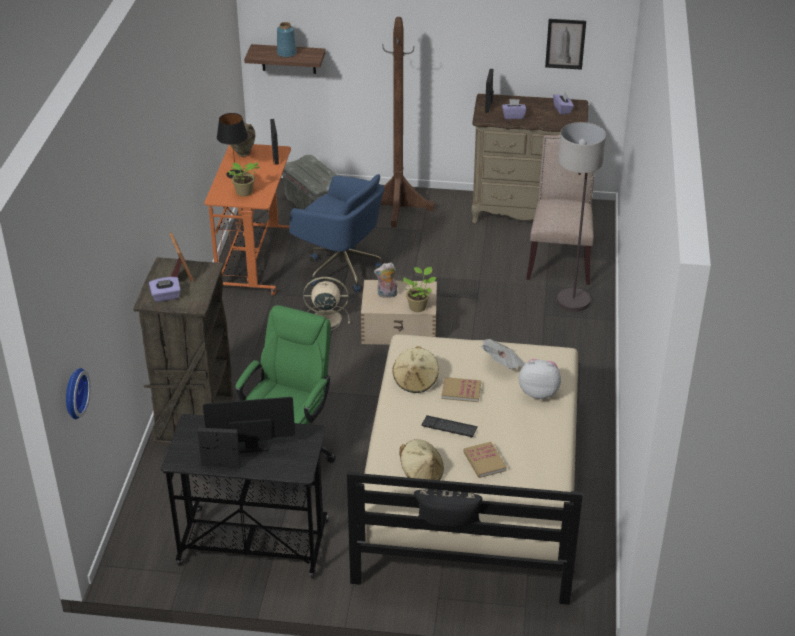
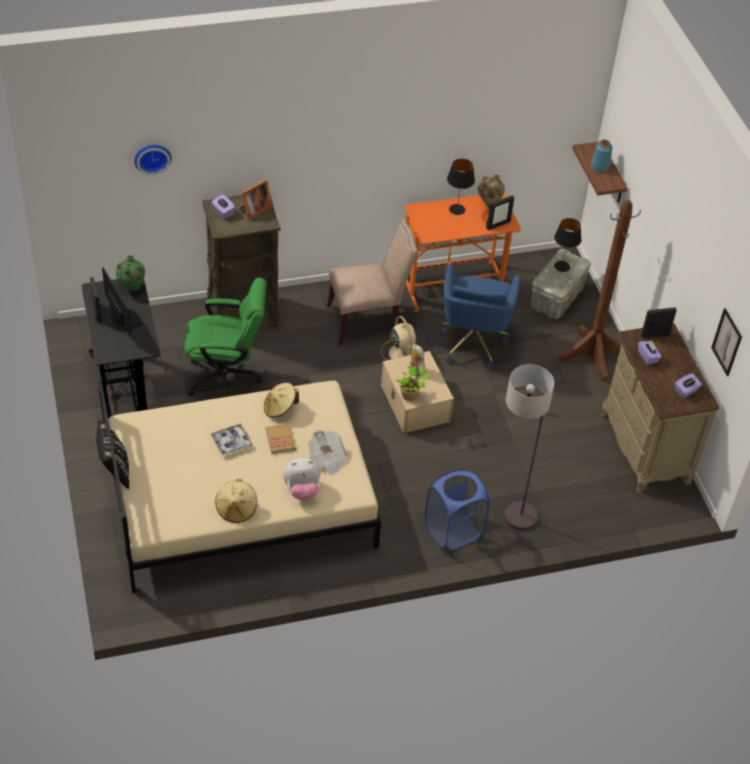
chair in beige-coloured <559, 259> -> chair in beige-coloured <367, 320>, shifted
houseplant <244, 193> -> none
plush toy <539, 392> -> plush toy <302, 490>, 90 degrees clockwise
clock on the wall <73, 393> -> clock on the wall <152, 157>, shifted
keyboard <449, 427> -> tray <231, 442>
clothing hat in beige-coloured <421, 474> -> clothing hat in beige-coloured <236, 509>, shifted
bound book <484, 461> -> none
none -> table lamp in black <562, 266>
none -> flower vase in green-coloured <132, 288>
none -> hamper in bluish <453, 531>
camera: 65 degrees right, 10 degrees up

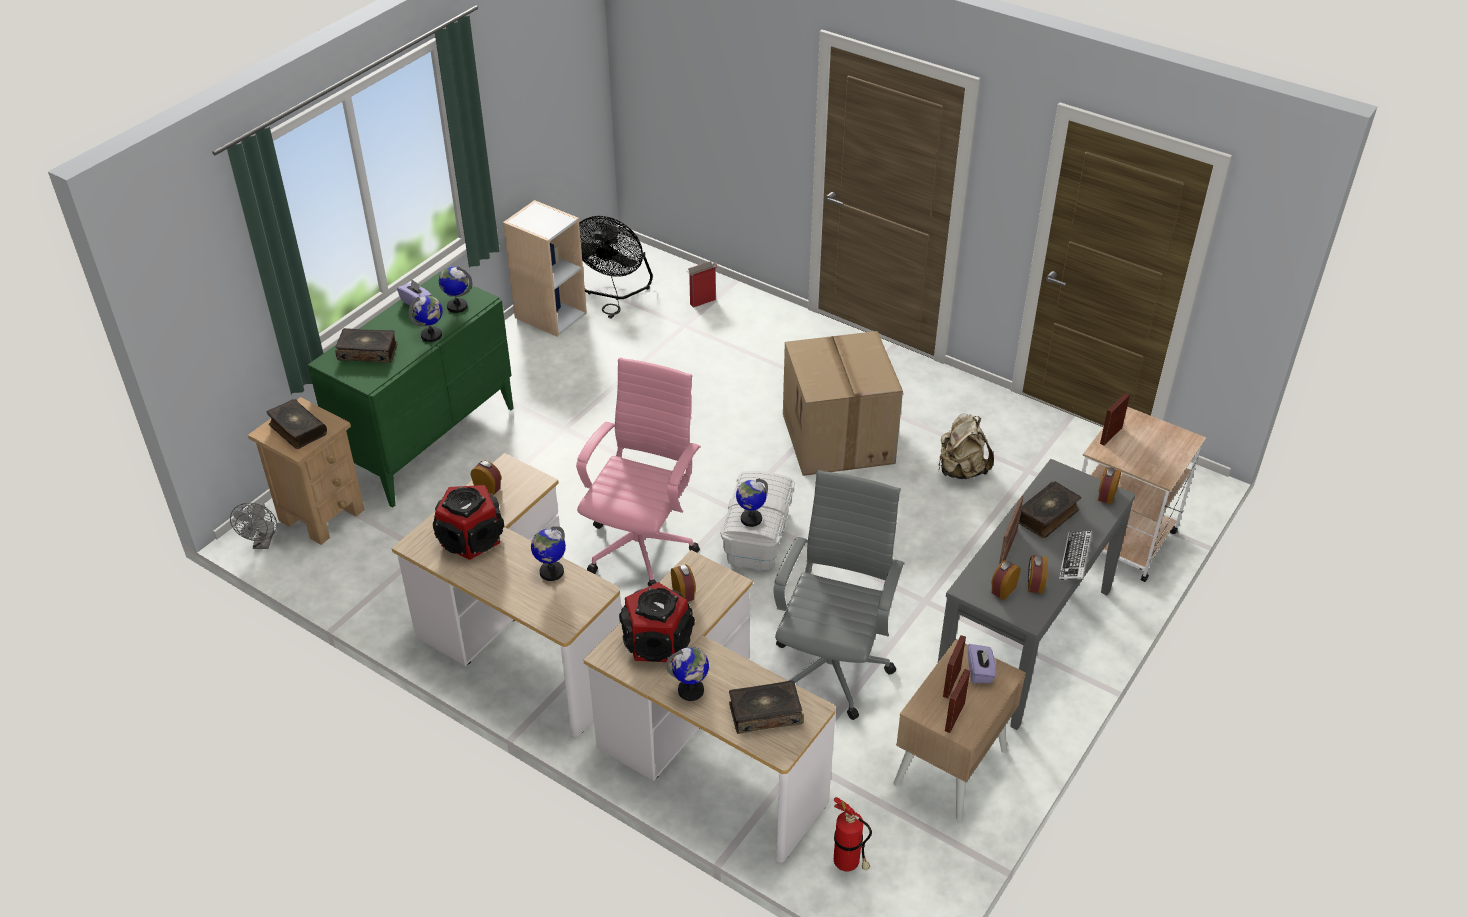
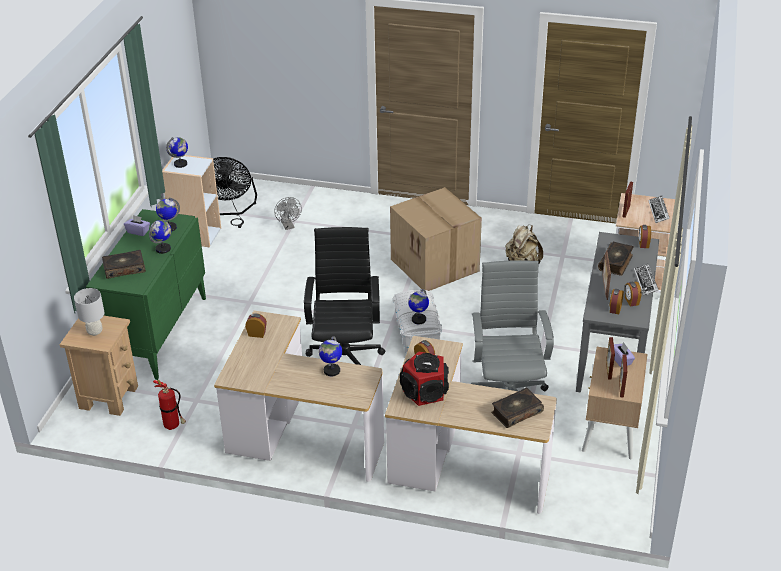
cardboard box <702, 302> -> none
desk chair in pink <642, 545> -> desk chair in black <345, 359>
bound book <297, 429> -> table lamp in grey <94, 332>
speaker <472, 538> -> none
cooling fan in grey <263, 543> -> cooling fan in grey <288, 226>, shifted
world globe <691, 691> -> world globe <180, 164>, shifted
fire-fighting cylinder <849, 864> -> fire-fighting cylinder <173, 426>, shifted
none -> keyboard <658, 212>
camera: 20 degrees left, 5 degrees down

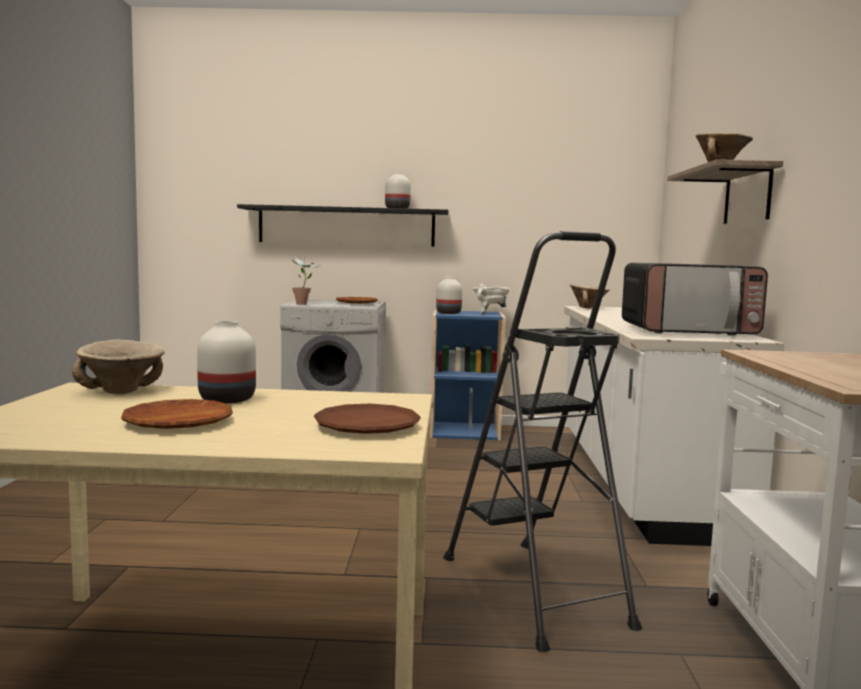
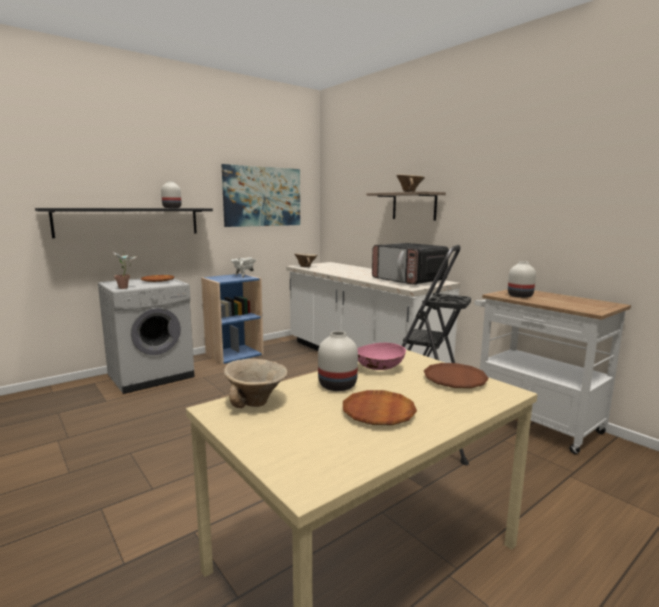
microwave <688, 331> -> microwave <409, 280>, 90 degrees clockwise
flower vase in white-coloured <448, 313> -> flower vase in white-coloured <519, 296>, shifted
none -> wall picture <262, 196>
none -> serving bowl in pink <379, 368>
camera: 40 degrees left, 5 degrees up

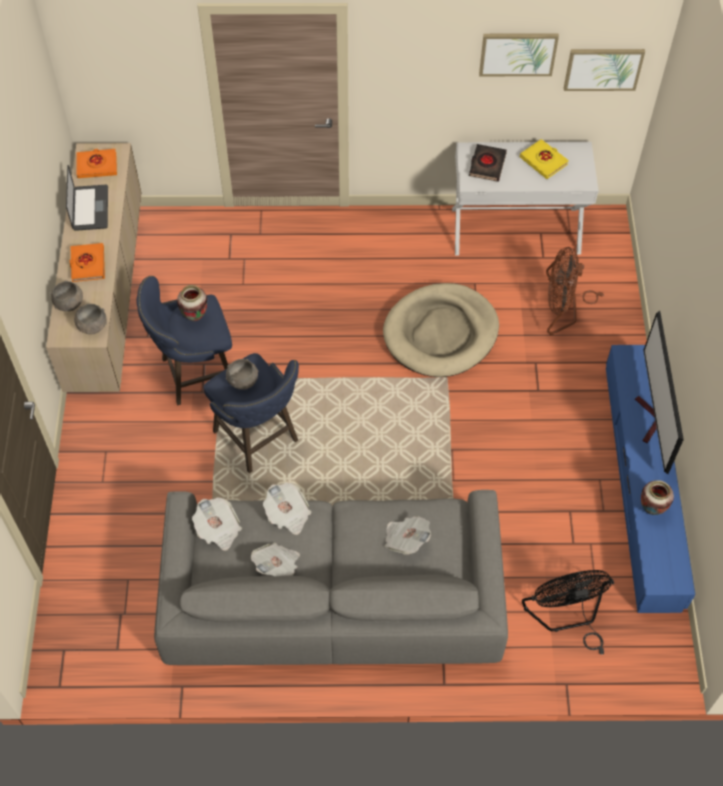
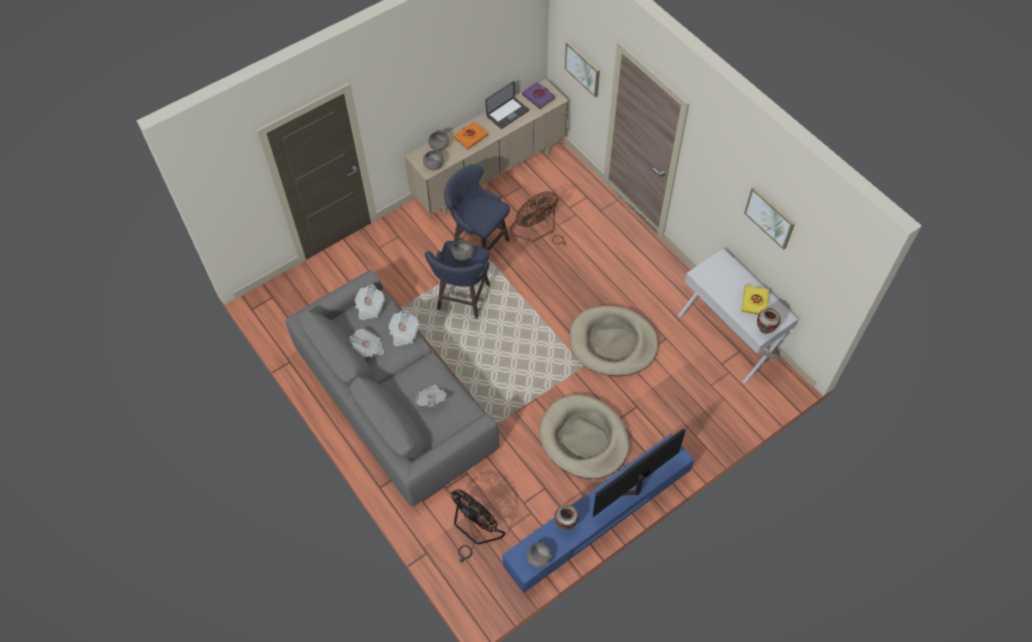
wall picture <603, 68> -> wall picture <583, 68>, shifted
bound book in black <487, 165> -> none
bound book in orange-coloured <97, 166> -> bound book in purplish <538, 97>
cooling fan in brown-coloured <564, 305> -> cooling fan in brown-coloured <541, 230>, shifted
flower vase <195, 317> -> flower vase <764, 330>, shifted
none -> pet bed in beige-coloured <584, 439>
none -> serving bowl in grey <539, 558>
camera: 55 degrees right, 0 degrees up

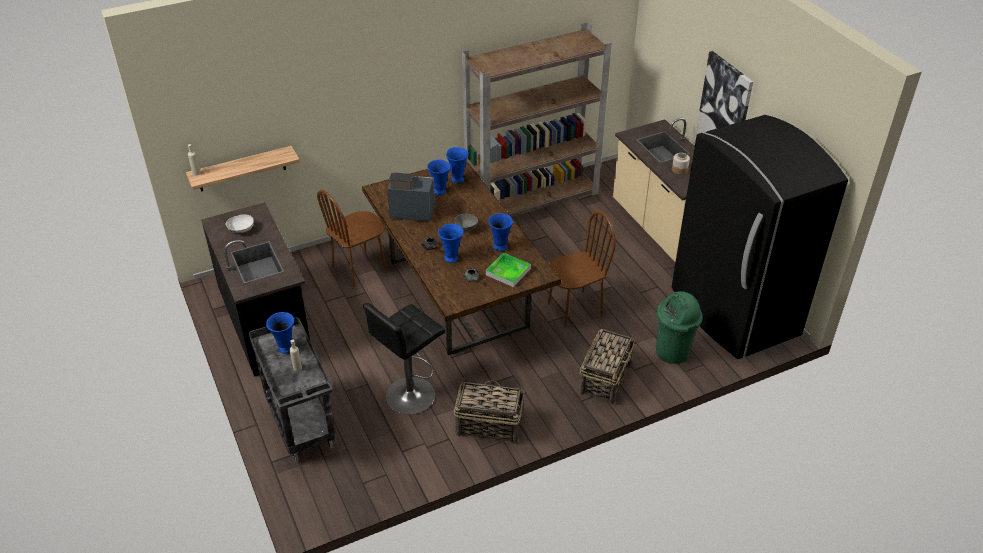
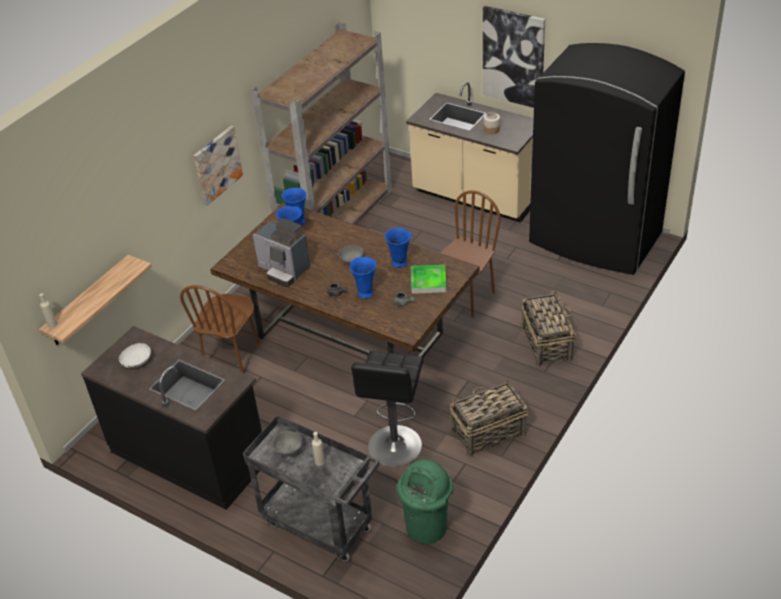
coffee brewer <411, 212> -> coffee brewer <284, 270>, 120 degrees counterclockwise
rubbish bin in green-coloured <672, 352> -> rubbish bin in green-coloured <427, 528>, shifted
flower vase in bluish <285, 348> -> serving bowl in grey <289, 451>
none -> wall picture <217, 165>
camera: 30 degrees left, 0 degrees up

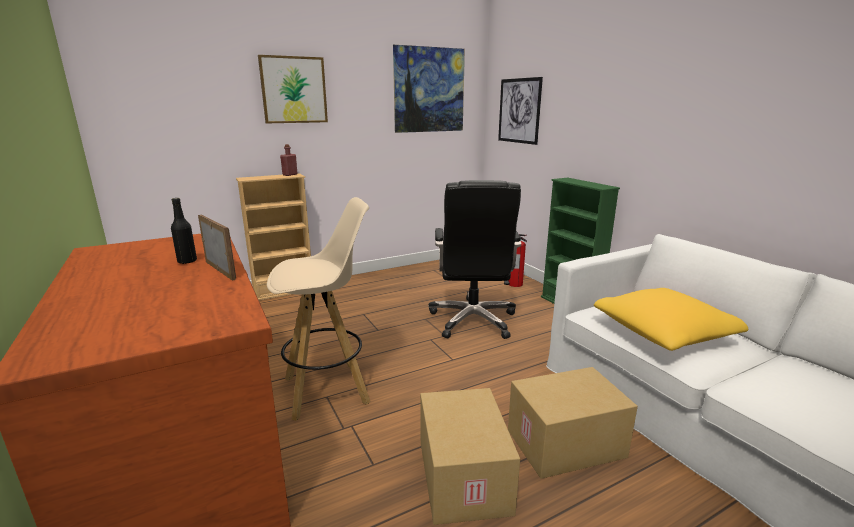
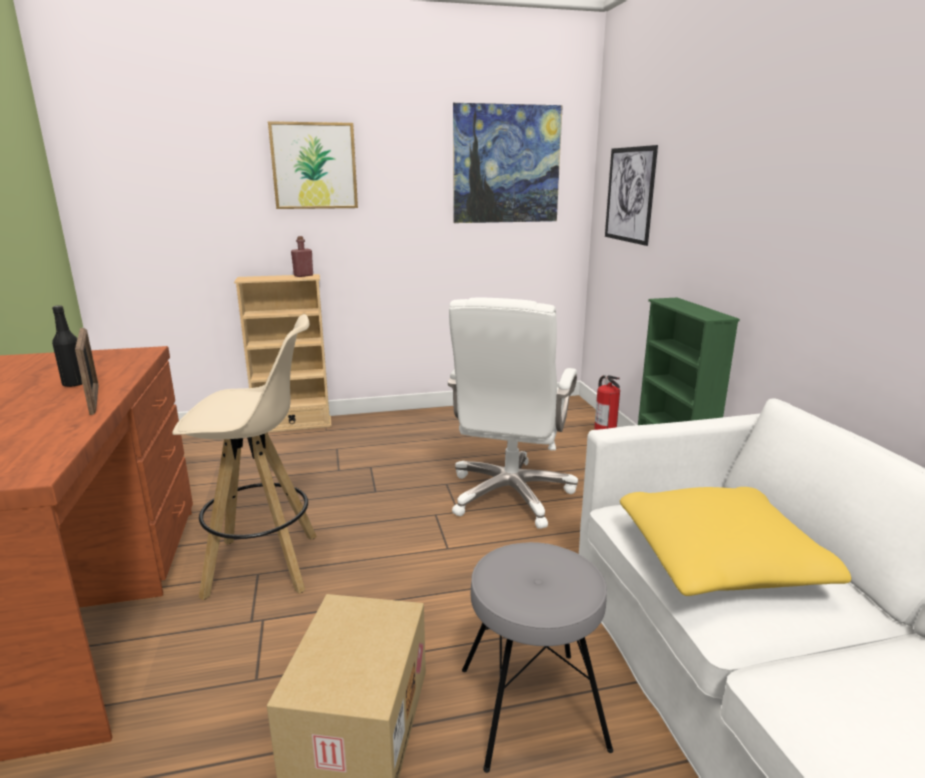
desk chair in black <472, 320> -> desk chair in white-coloured <510, 494>
cardboard box <565, 444> -> stool seat in grey <531, 707>
camera: 15 degrees right, 0 degrees up

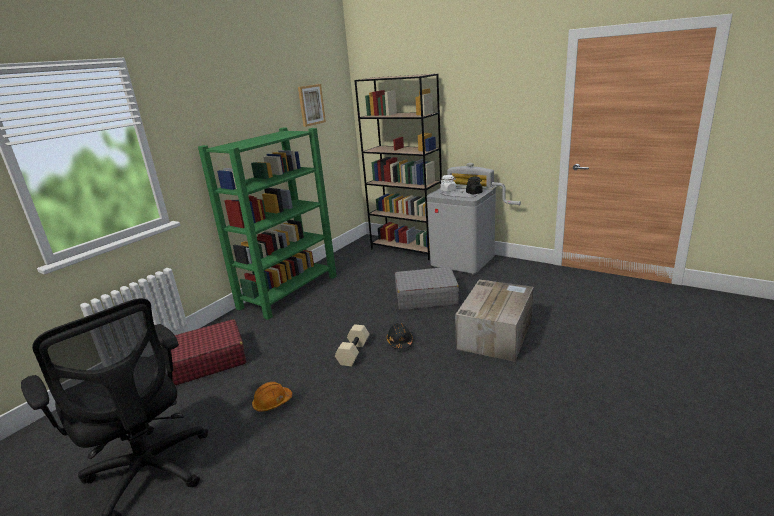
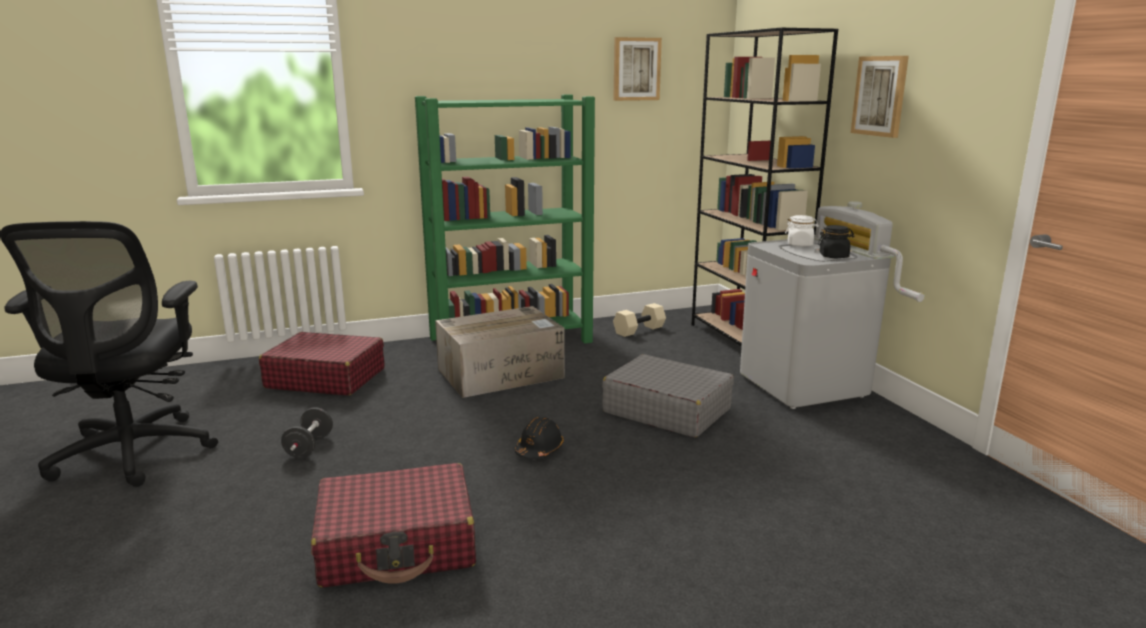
cardboard box <495, 333> -> cardboard box <502, 373>, shifted
free weight in beige-coloured <353, 352> -> free weight in beige-coloured <639, 330>, shifted
work helmet in orange-coloured <272, 402> -> free weight in black <309, 446>
none -> wall picture <880, 96>
none -> suitcase in reddish <398, 544>
camera: 35 degrees right, 5 degrees down

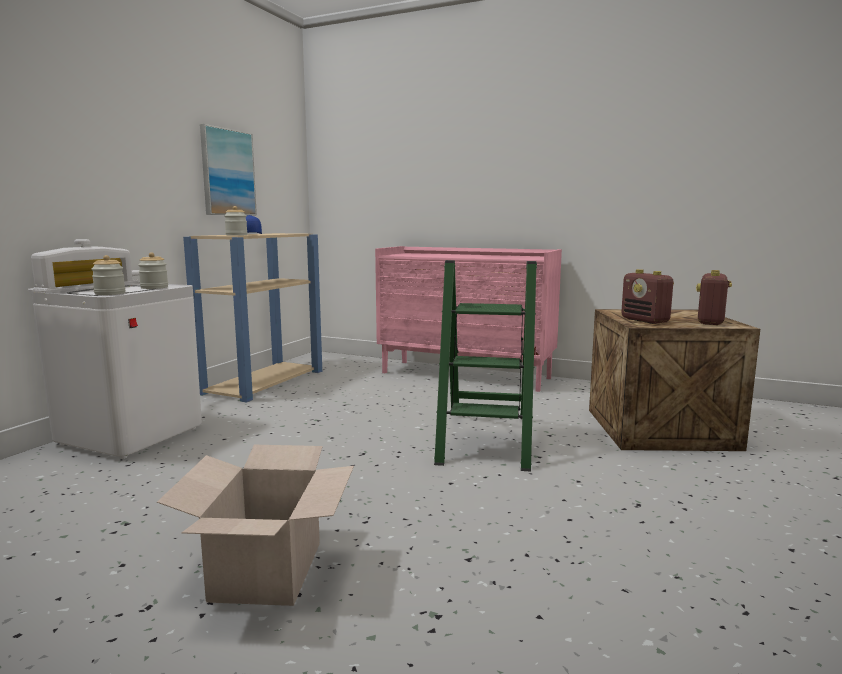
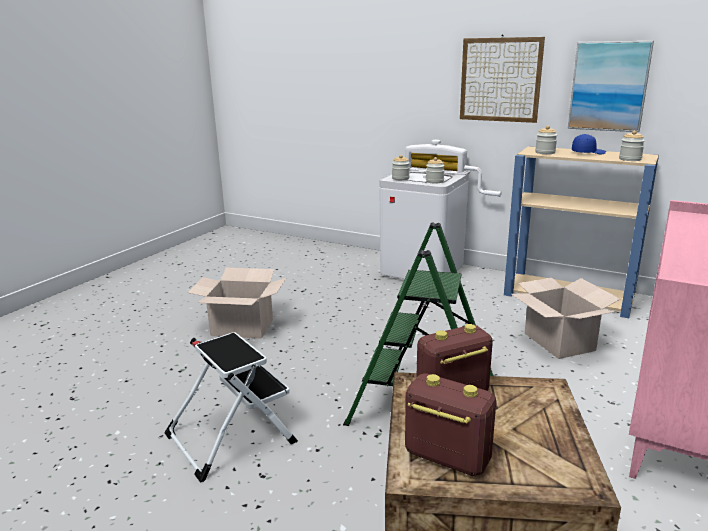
none -> wall picture <500, 78>
none -> storage jar <630, 159>
none -> cardboard box <559, 342>
none -> step stool <231, 434>
camera: 95 degrees right, 10 degrees up

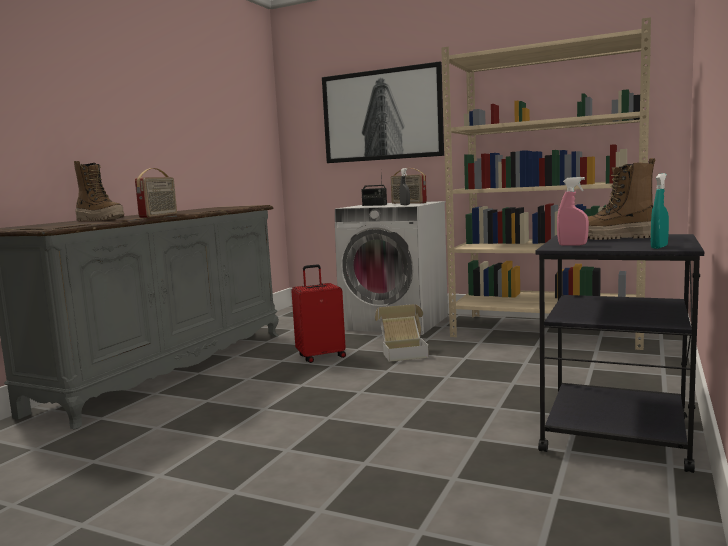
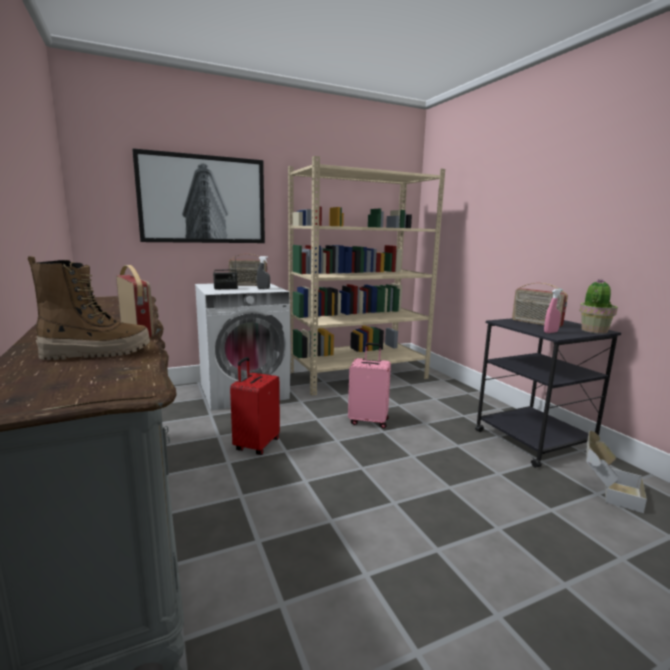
high-top boot <612, 238> -> radio set <536, 323>
sprayer in turquoise <659, 247> -> houseplant <593, 330>
cardboard box <403, 353> -> cardboard box <607, 491>, shifted
none -> suitcase in pink <368, 421>
camera: 50 degrees left, 5 degrees up

